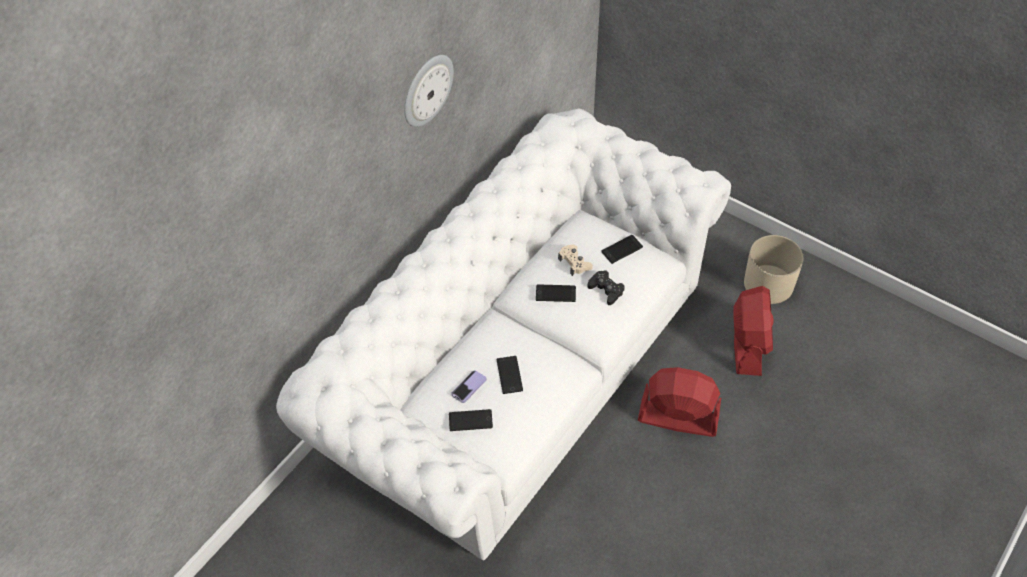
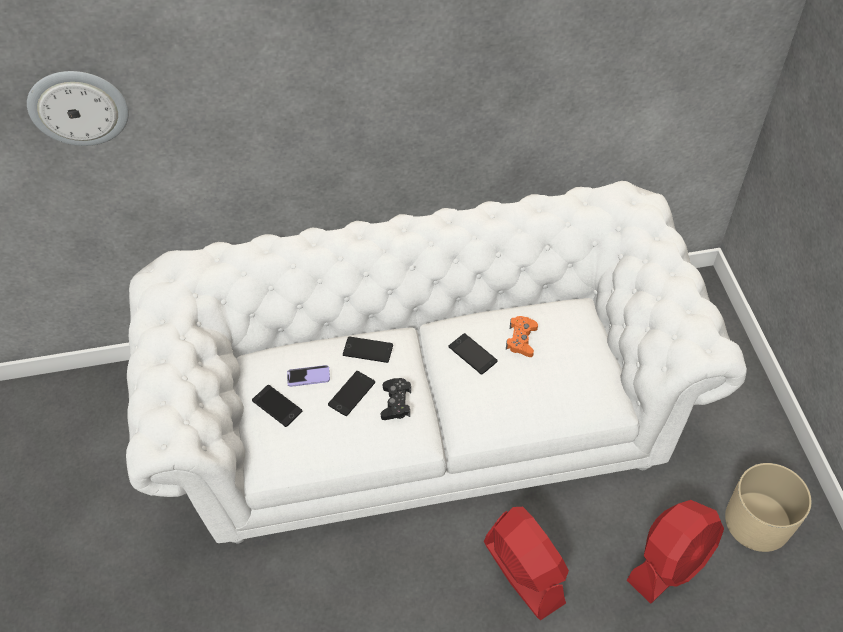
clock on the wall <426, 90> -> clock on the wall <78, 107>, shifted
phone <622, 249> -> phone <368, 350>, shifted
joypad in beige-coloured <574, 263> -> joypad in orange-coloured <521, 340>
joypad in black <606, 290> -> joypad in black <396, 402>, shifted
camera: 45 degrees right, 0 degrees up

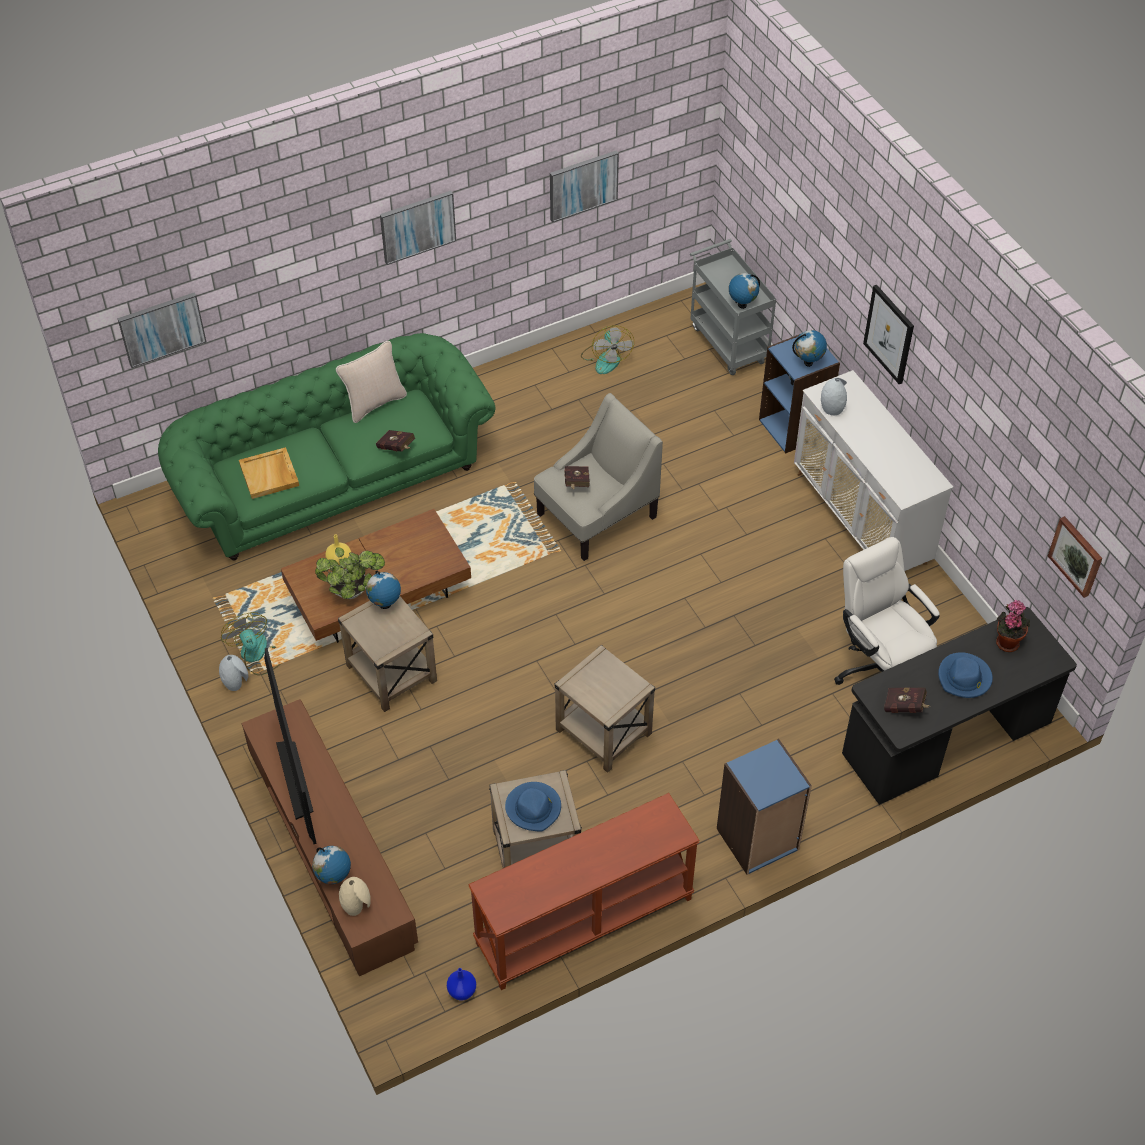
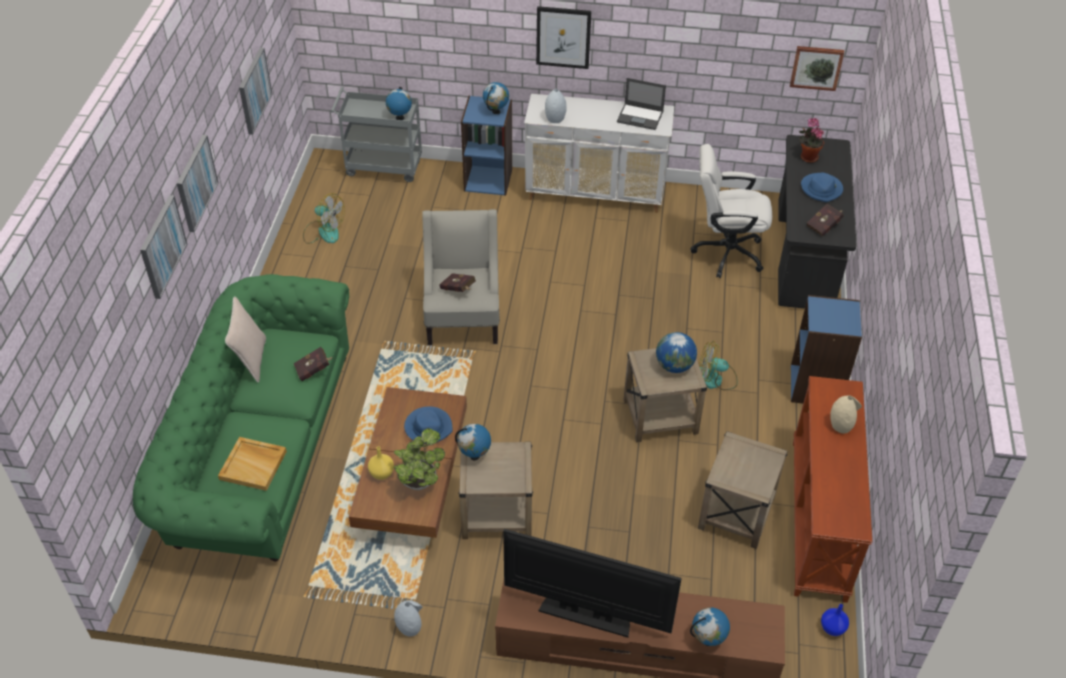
wall picture <161, 328> -> wall picture <162, 246>, shifted
cooling fan <257, 655> -> cooling fan <715, 379>, shifted
clothing hat in bluish <533, 808> -> clothing hat in bluish <428, 427>, shifted
flower vase in beige-coloured <357, 905> -> flower vase in beige-coloured <841, 425>, shifted
none -> laptop <640, 117>
none -> world globe <674, 366>
camera: 55 degrees left, 5 degrees down

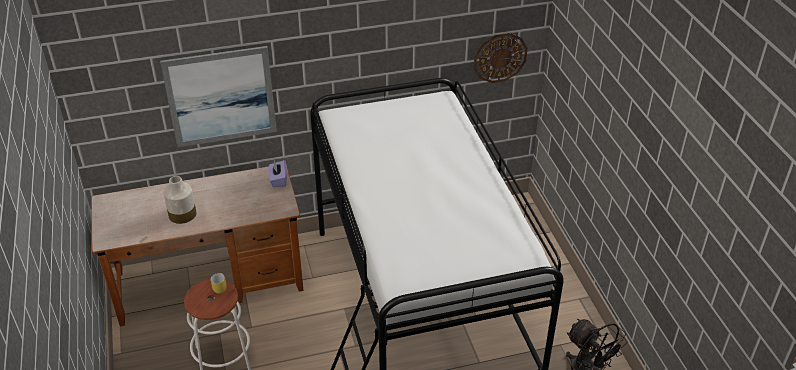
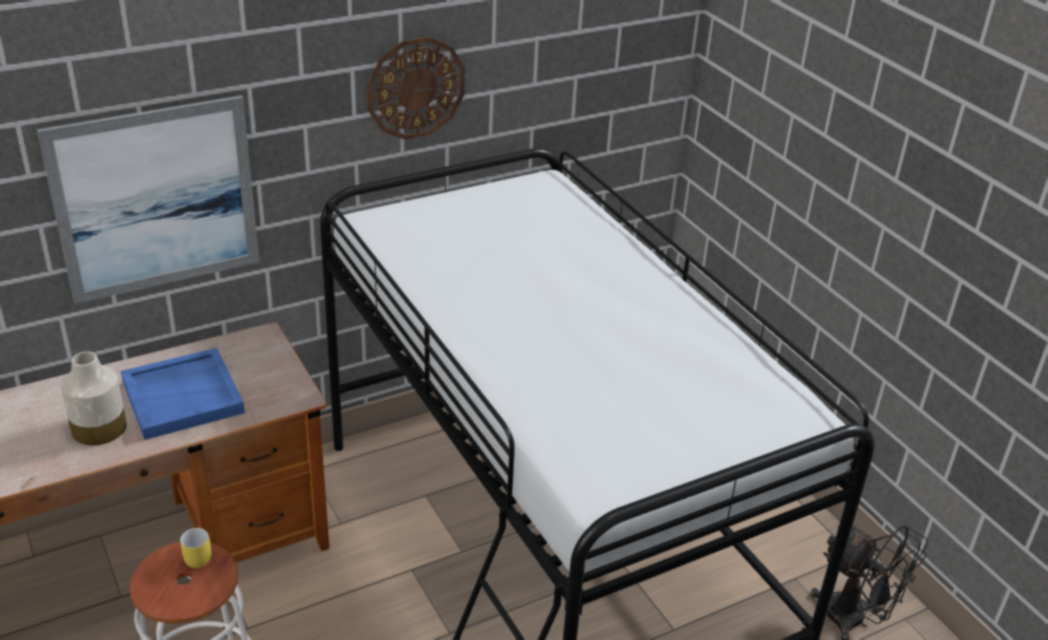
clock on the wall <500, 57> -> clock on the wall <415, 88>, shifted
box of tissues in purplish <278, 180> -> none
none -> tray in bluish <183, 396>
camera: 15 degrees left, 5 degrees down

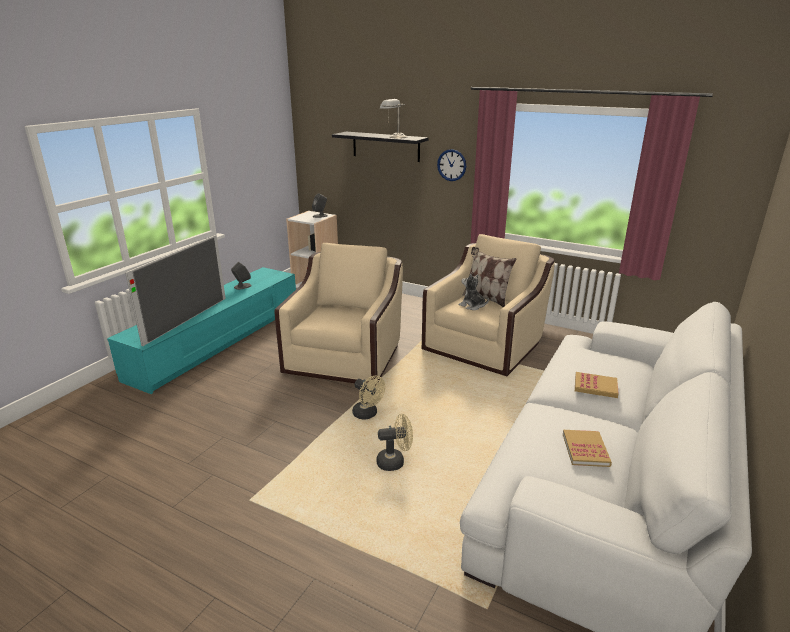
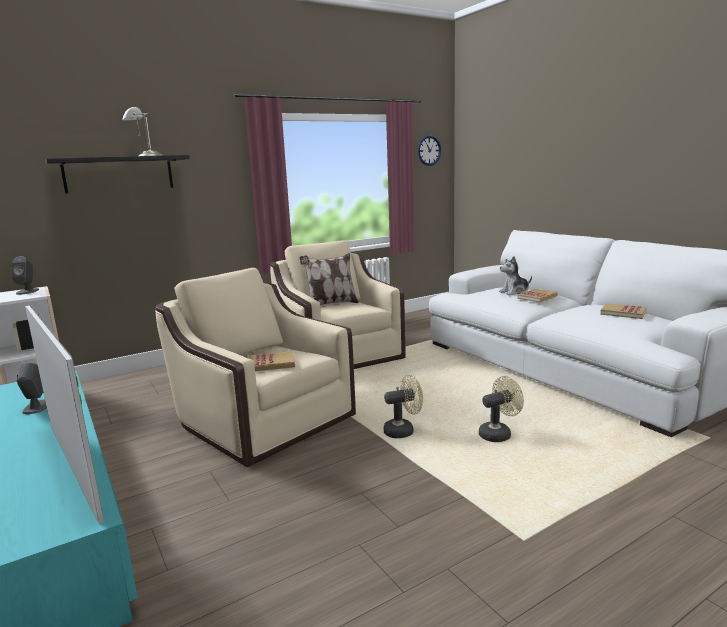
clock on the wall <451, 165> -> clock on the wall <429, 150>, shifted
plush toy <472, 306> -> plush toy <515, 292>, shifted
cooling fan in beige-coloured <395, 461> -> cooling fan in beige-coloured <499, 434>, 45 degrees clockwise
none -> bound book <272, 363>
camera: 60 degrees left, 10 degrees down

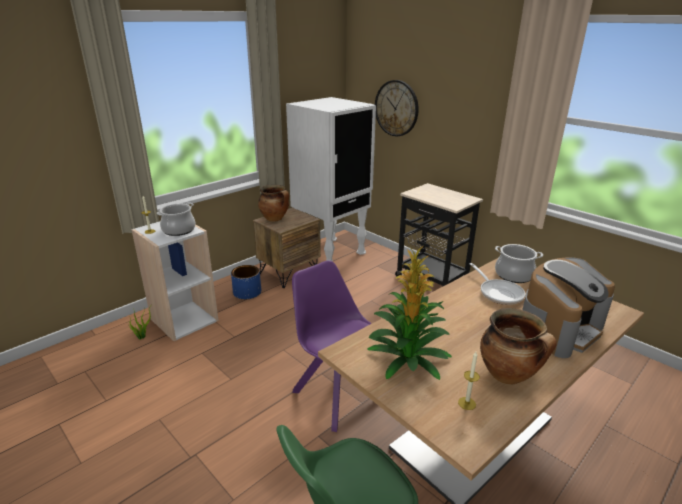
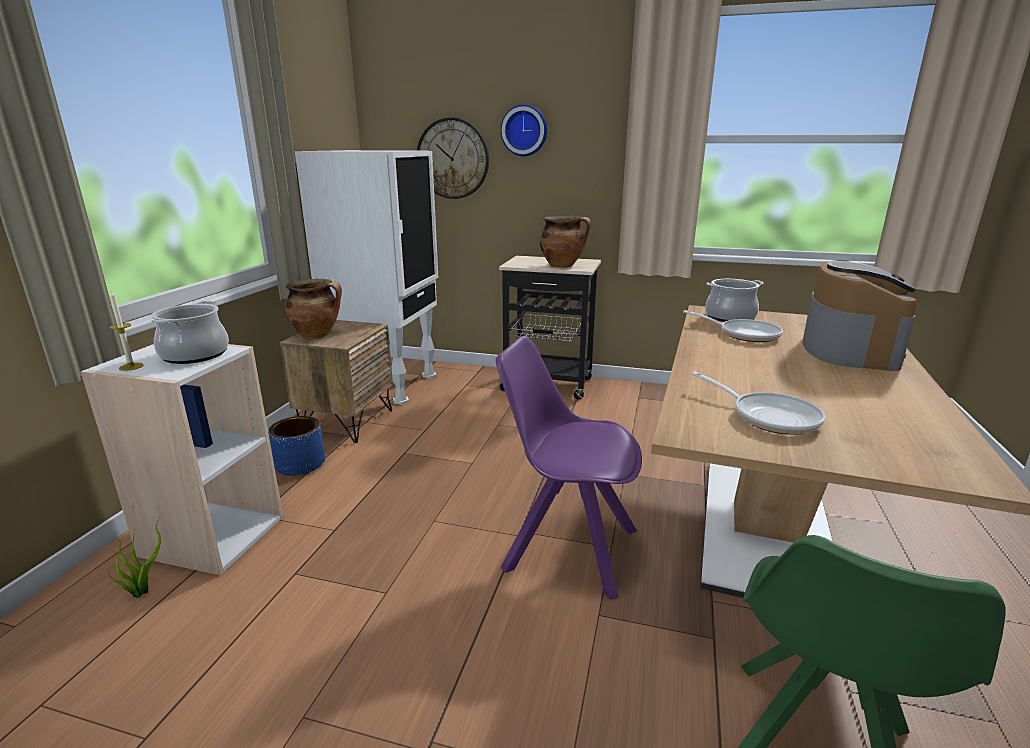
houseplant <407, 359> -> skillet <769, 416>
saucepot <508, 375> -> saucepot <563, 266>, shifted
wax light <467, 403> -> none
none -> clock on the wall <524, 130>
camera: 30 degrees left, 5 degrees down

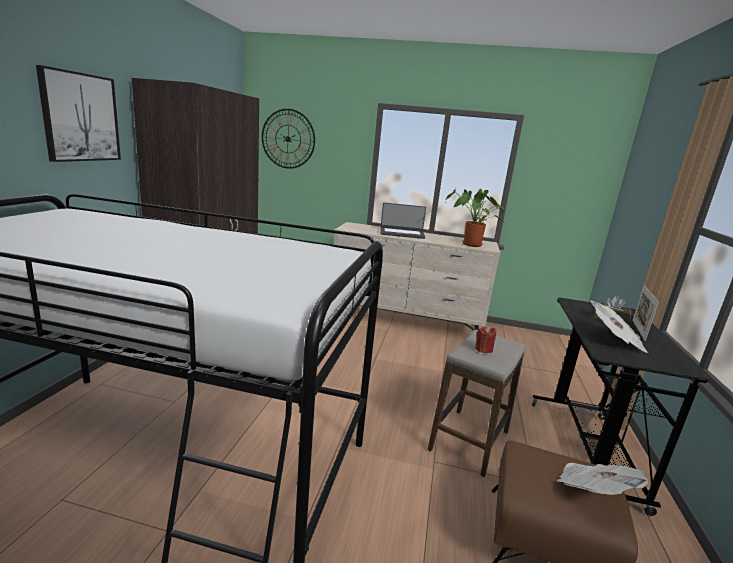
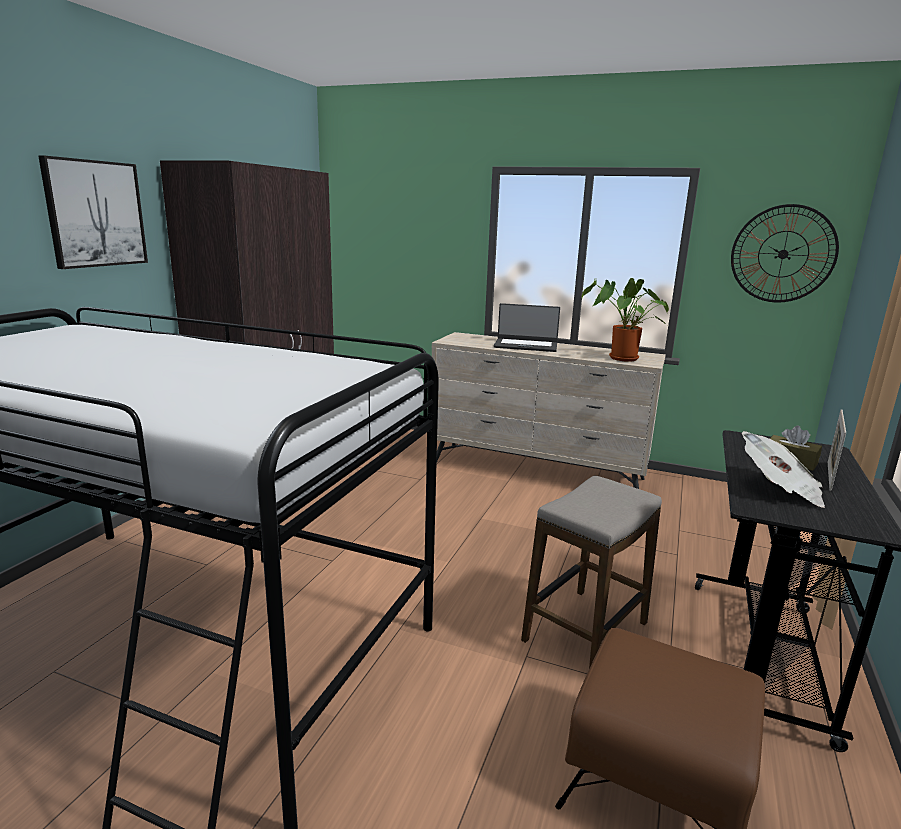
clock on the wall <288, 139> -> clock on the wall <783, 254>, shifted
wax light in reddish <483, 349> -> none
newspaper <593, 491> -> none
camera: 10 degrees right, 0 degrees up

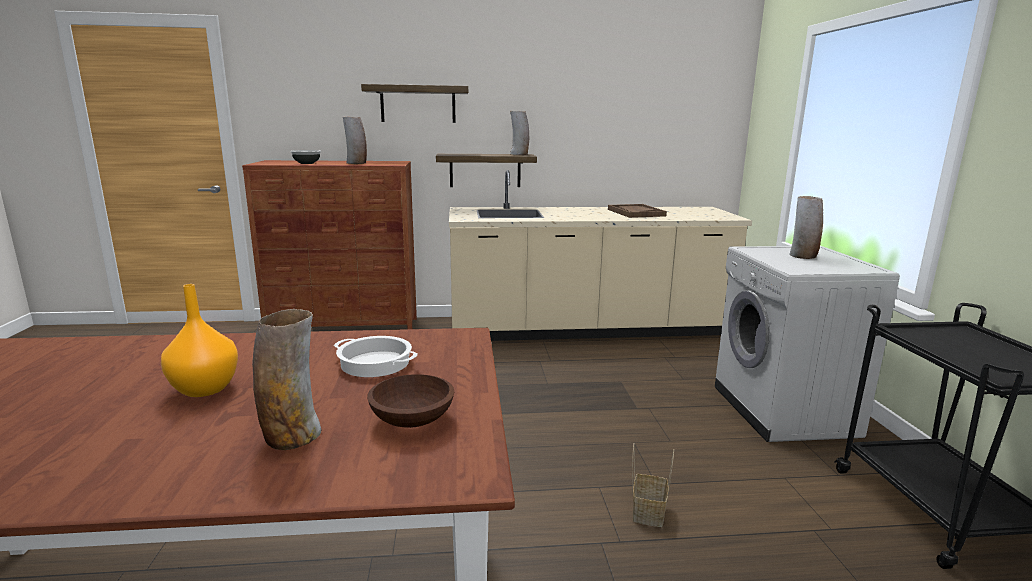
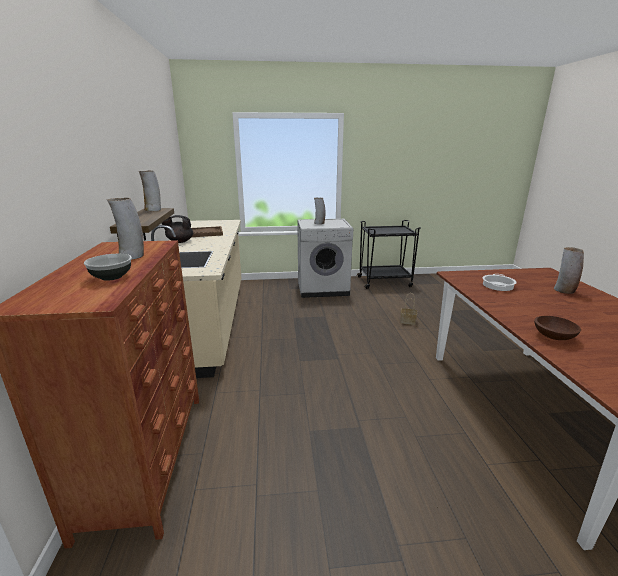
shelf <418, 104> -> none
flower vase in orange-coloured <205, 388> -> none
serving bowl in brown-coloured <411, 420> -> serving bowl in brown-coloured <554, 336>, shifted
none -> pot for tea in black <179, 241>
camera: 90 degrees left, 5 degrees up

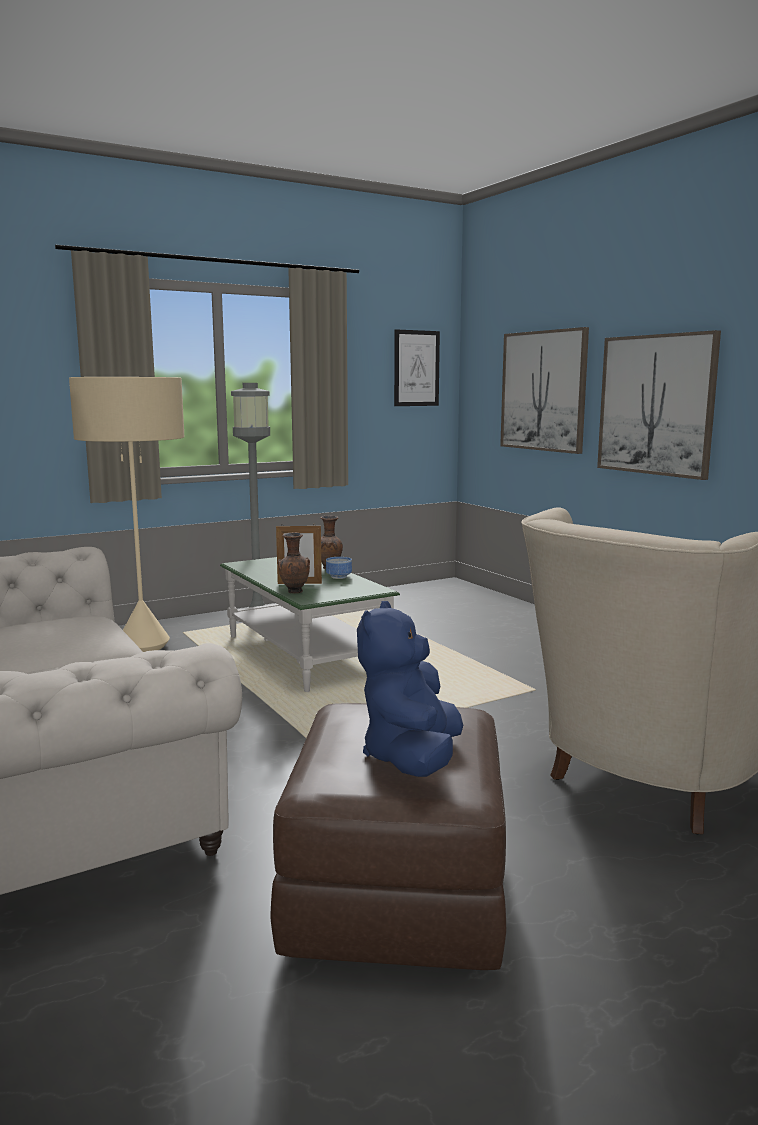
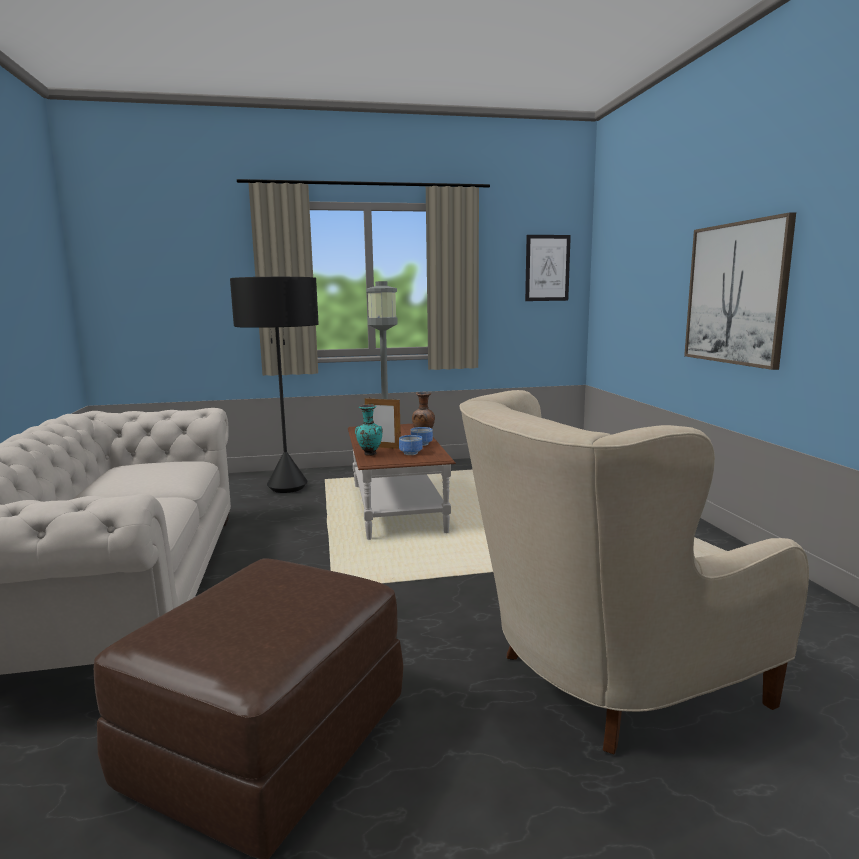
wall picture <543, 391> -> none
standard lamp in beige-coloured <143, 647> -> standard lamp in black <287, 488>
flower vase in brown-coloured <294, 592> -> flower vase in turquoise <369, 454>
lounge table in green-coloured <305, 655> -> lounge table in brown-coloured <396, 507>
plush toy in bluish <412, 759> -> none
none -> serving bowl <410, 453>
camera: 20 degrees right, 0 degrees up

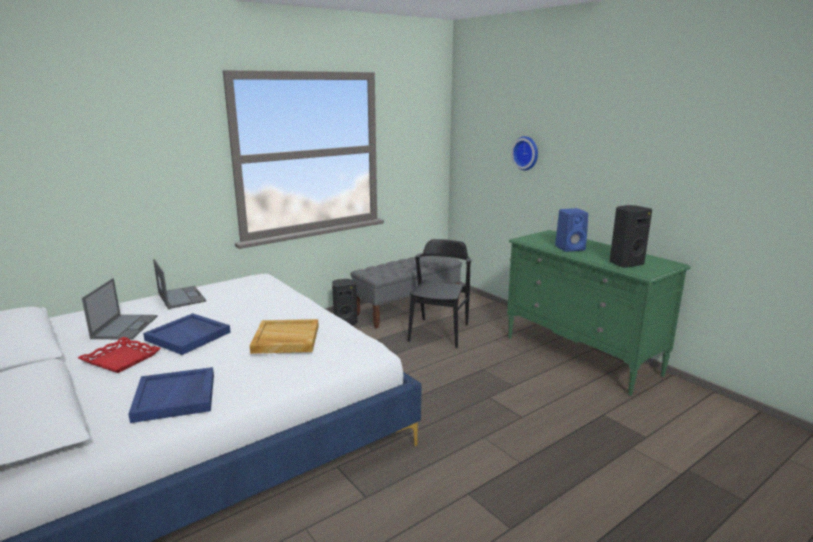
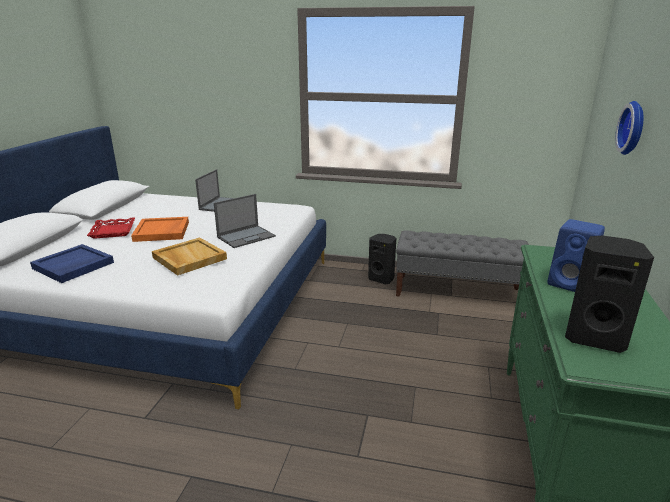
chair in black <439, 332> -> none
laptop <125, 327> -> laptop <246, 236>, shifted
tray in bluish <189, 336> -> tray in orange-coloured <162, 231>
camera: 50 degrees right, 5 degrees up

